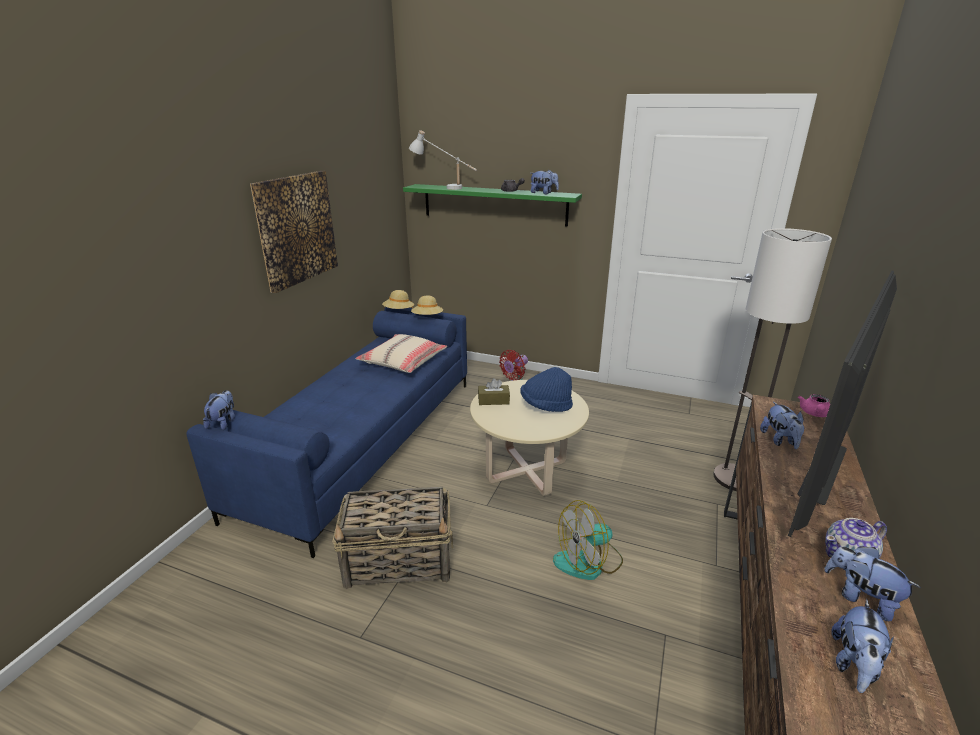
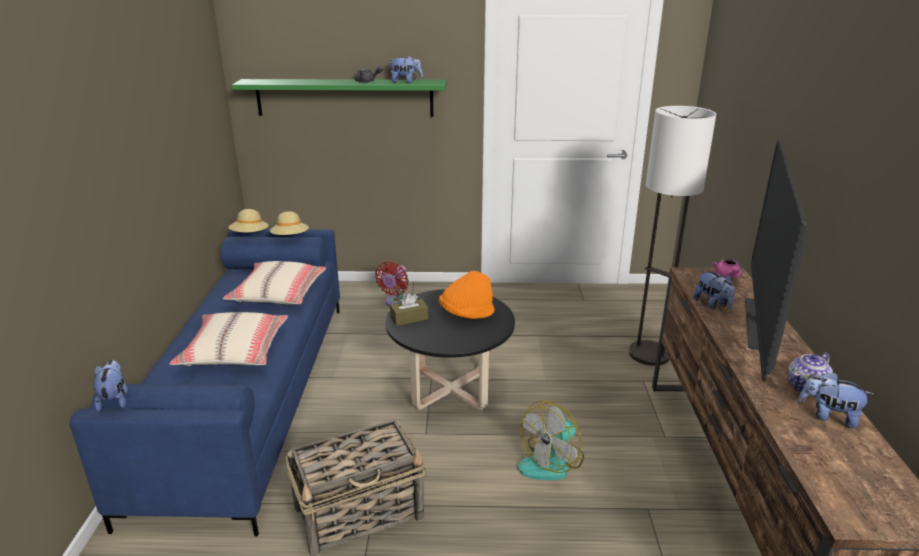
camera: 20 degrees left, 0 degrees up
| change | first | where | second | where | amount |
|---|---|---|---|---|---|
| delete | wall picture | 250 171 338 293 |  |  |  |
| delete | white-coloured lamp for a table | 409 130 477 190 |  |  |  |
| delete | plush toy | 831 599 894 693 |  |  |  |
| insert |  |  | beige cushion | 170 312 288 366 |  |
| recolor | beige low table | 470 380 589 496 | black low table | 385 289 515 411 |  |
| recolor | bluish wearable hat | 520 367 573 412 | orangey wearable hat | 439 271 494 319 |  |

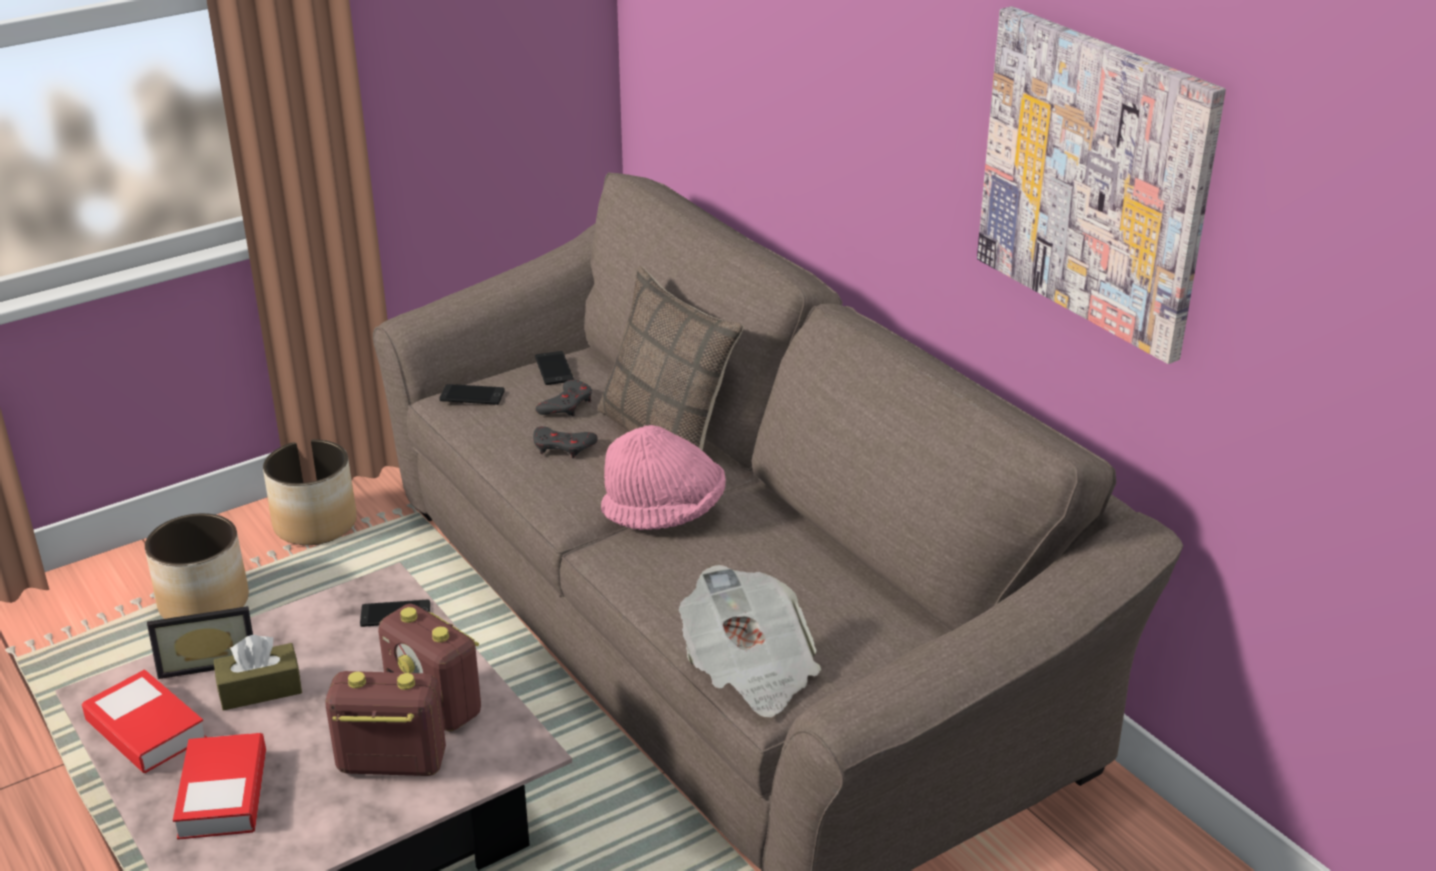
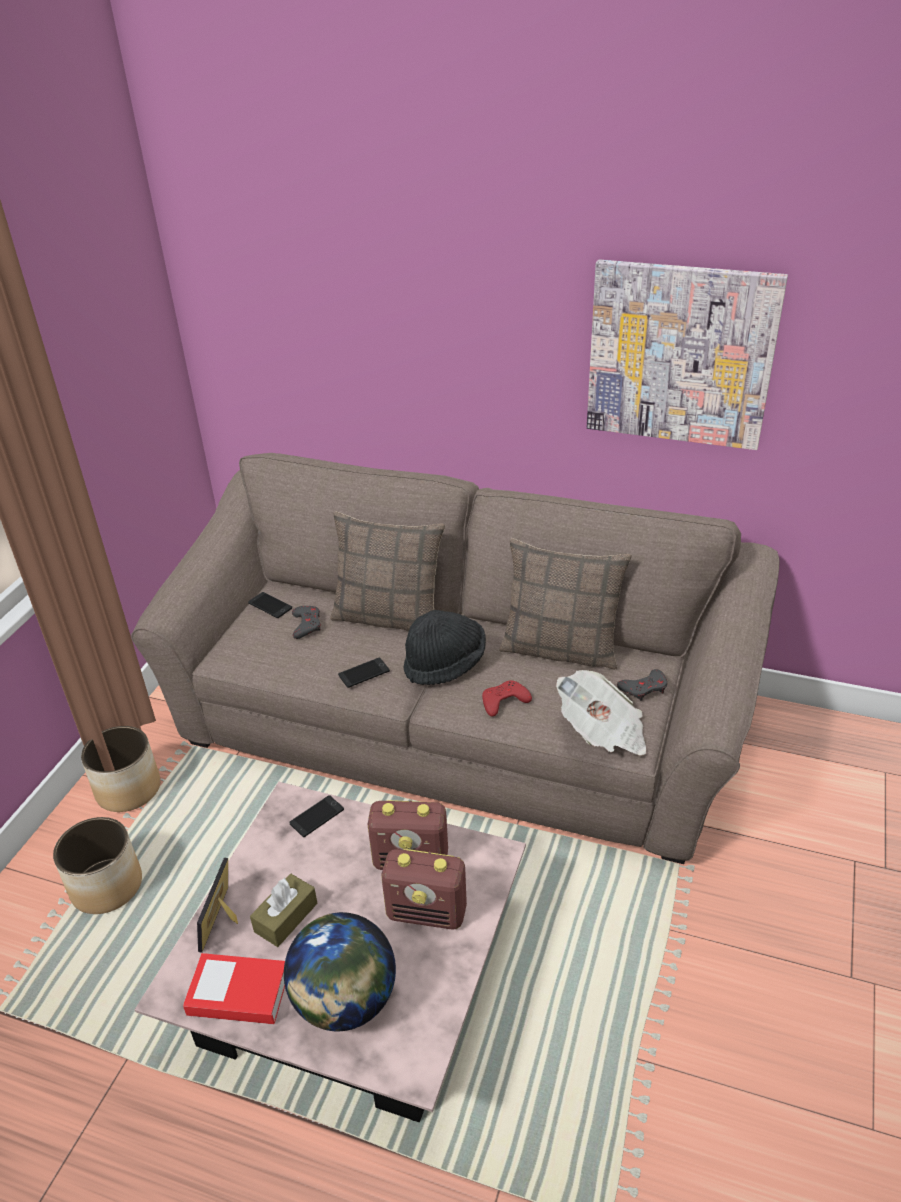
camera: 35 degrees left, 5 degrees up
| change | first | where | second | where | amount |
|---|---|---|---|---|---|
| insert |  |  | red-coloured game controller | 482 680 532 717 |  |
| insert |  |  | cushion | 499 538 632 670 |  |
| move | phone | 439 384 505 405 |  | 338 658 390 688 |  |
| move | grey game controller | 533 426 598 458 |  | 617 669 667 701 |  |
| replace | bound book | 173 733 266 840 | world globe | 284 912 396 1031 |  |
| recolor | pinkish wearable hat | 601 425 726 530 | black wearable hat | 404 610 486 685 |  |
| rotate | picture frame | 147 606 253 679 |  | 197 858 238 953 | 150 degrees clockwise |
| rotate | radio receiver | 325 671 446 776 |  | 381 849 467 930 | 135 degrees counterclockwise |

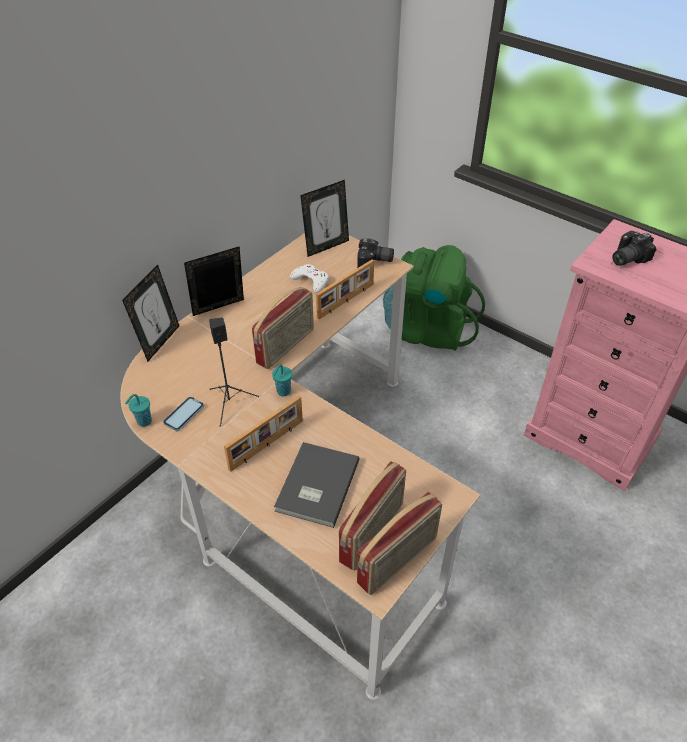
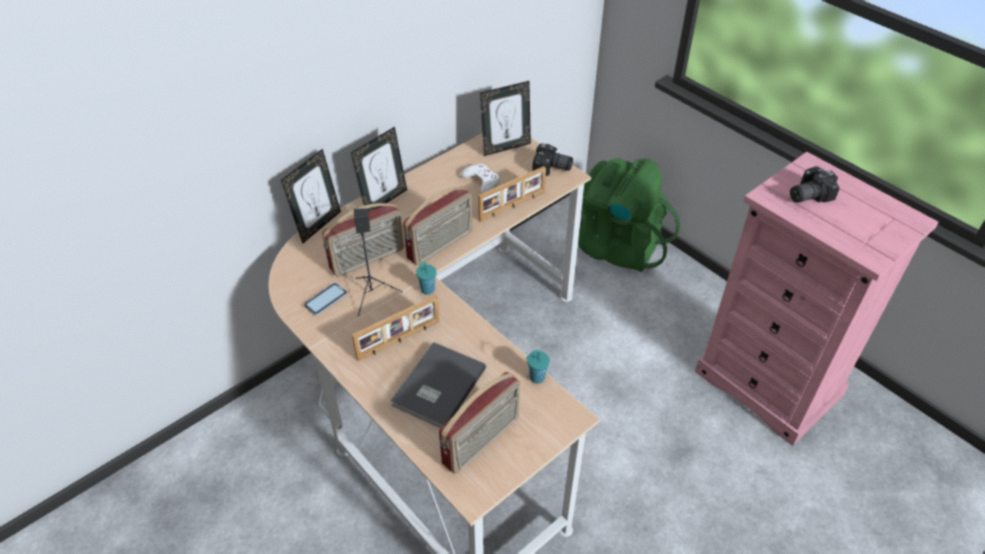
camera: 10 degrees right, 0 degrees up
| change | first | where | second | where | amount |
|---|---|---|---|---|---|
| move | turquoise small cup | 125 394 152 427 |  | 526 350 550 384 |  |
| move | radio receiver | 357 492 442 595 |  | 322 203 404 277 |  |
| rotate | picture frame | 184 246 244 316 |  | 351 127 407 212 | 150 degrees clockwise |

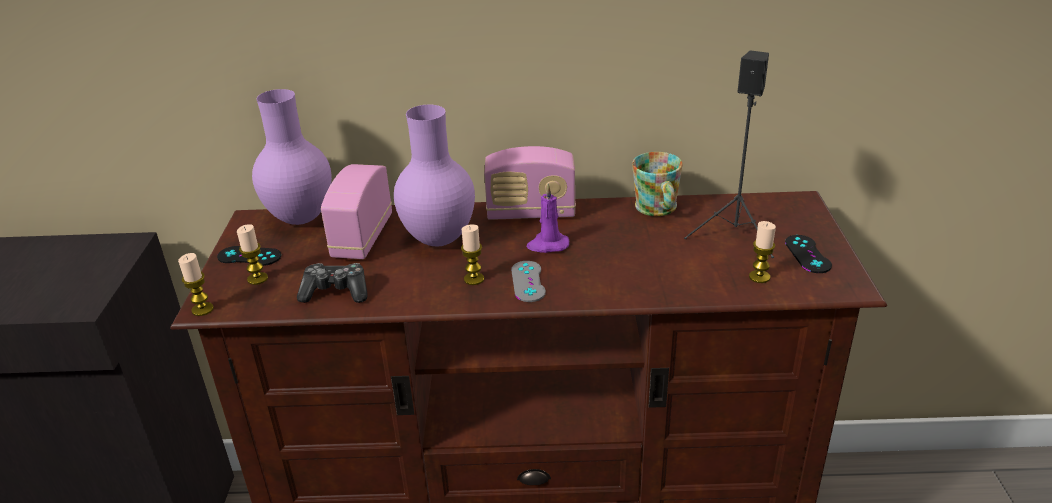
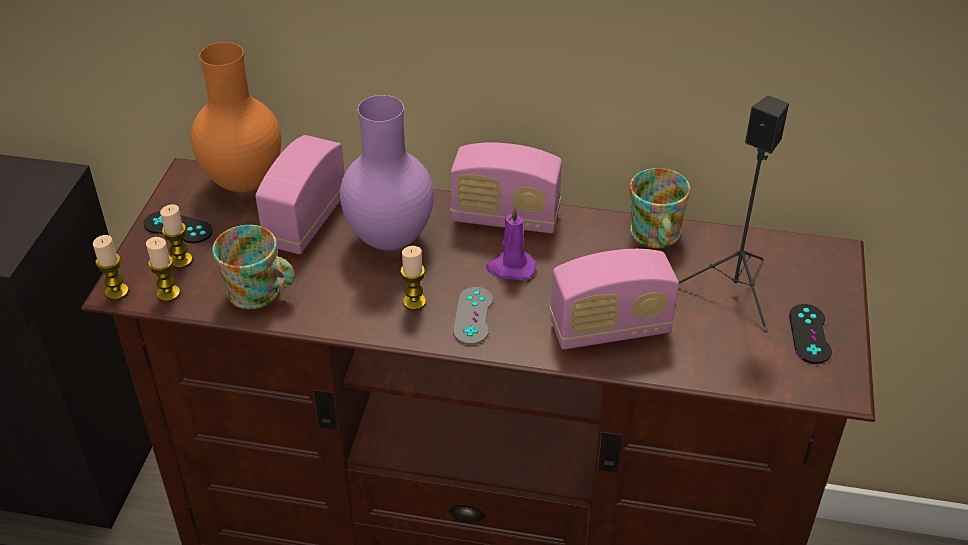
camera: 10 degrees right, 10 degrees up
| change | first | where | second | where | amount |
|---|---|---|---|---|---|
| insert |  |  | radio receiver | 550 249 679 350 |  |
| move | wax candle | 749 221 776 283 |  | 146 237 180 302 |  |
| replace | game controller | 297 263 368 303 | tea mug | 212 225 295 309 |  |
| recolor | purple decorative vase | 252 89 332 225 | orangey decorative vase | 191 42 281 192 |  |

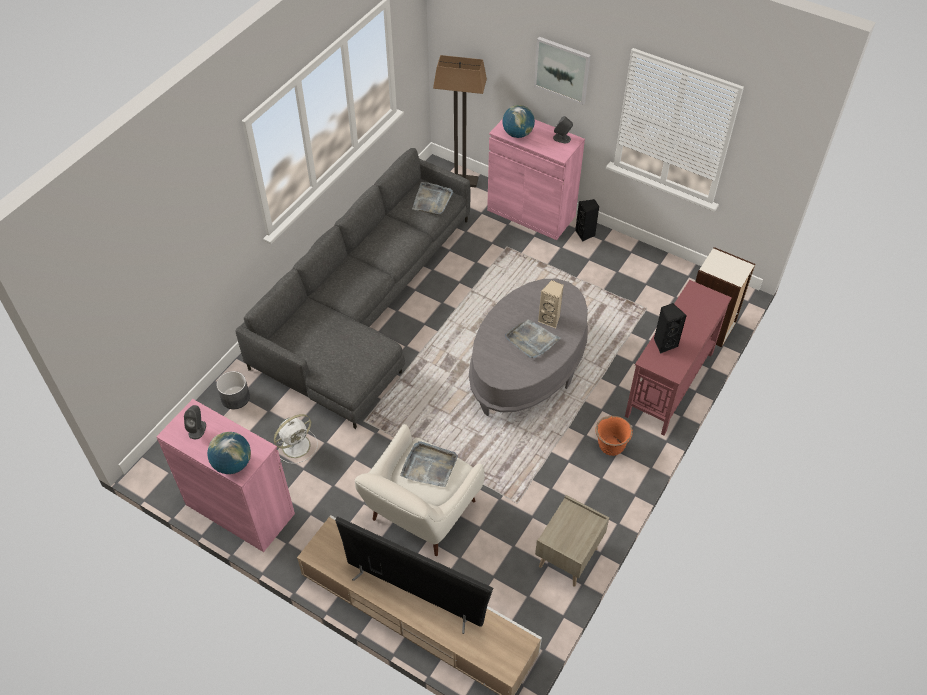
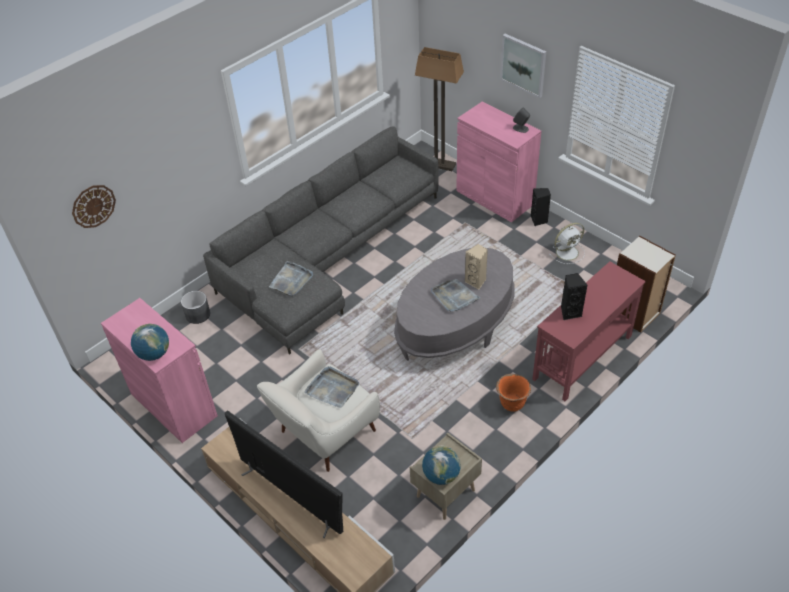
camera: 15 degrees right, 5 degrees down
| change | first | where | second | where | amount |
|---|---|---|---|---|---|
| delete | grey speaker | 184 405 206 439 |  |  |  |
| insert |  |  | clock on the wall | 72 185 116 228 |  |
| move | white-coloured cooling fan | 274 414 318 464 |  | 549 223 585 264 |  |
| move | grey tray | 412 182 453 215 |  | 269 261 313 296 |  |
| move | world globe | 502 105 535 138 |  | 422 445 461 485 |  |

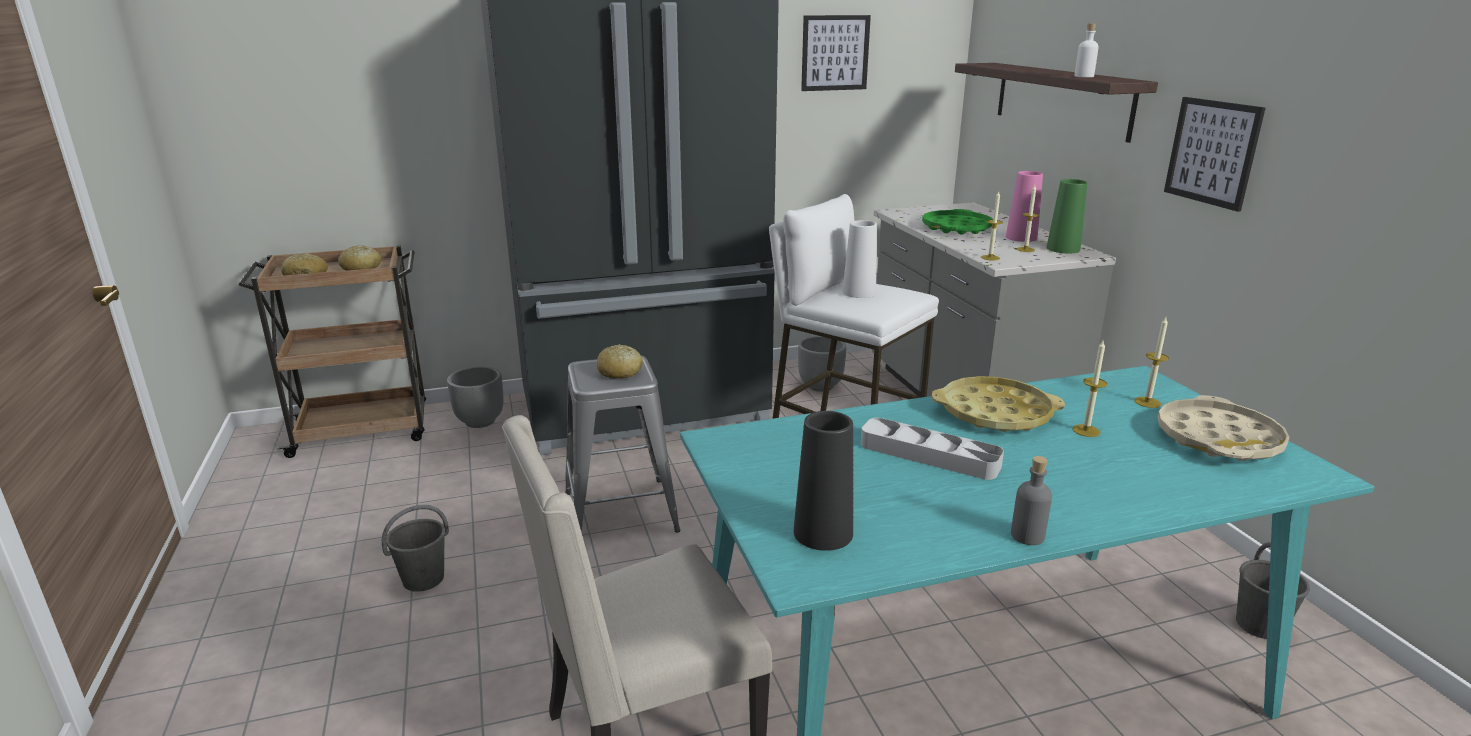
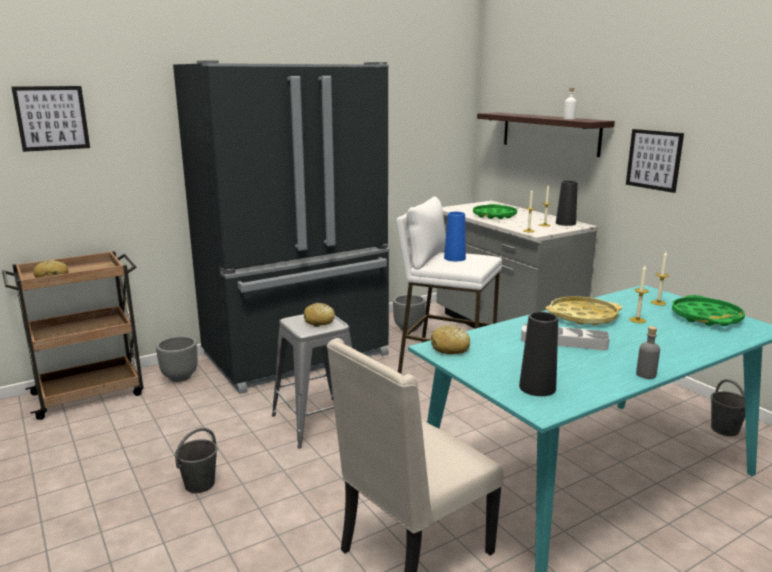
camera: 15 degrees left, 5 degrees down
| change | first | where | second | where | amount |
|---|---|---|---|---|---|
| delete | pinkish decorative vase | 1006 171 1043 242 |  |  |  |
| move | bakery bread | 338 245 382 270 |  | 431 325 470 354 |  |
| move | wall picture | 801 15 871 91 |  | 12 86 90 152 |  |
| recolor | white-coloured decorative vase | 842 220 877 298 | bluish decorative vase | 444 212 466 261 |  |
| recolor | greenish decorative vase | 1047 179 1087 253 | black decorative vase | 556 181 578 226 |  |
| recolor | beige tray | 1158 395 1290 461 | greenish tray | 672 295 745 326 |  |

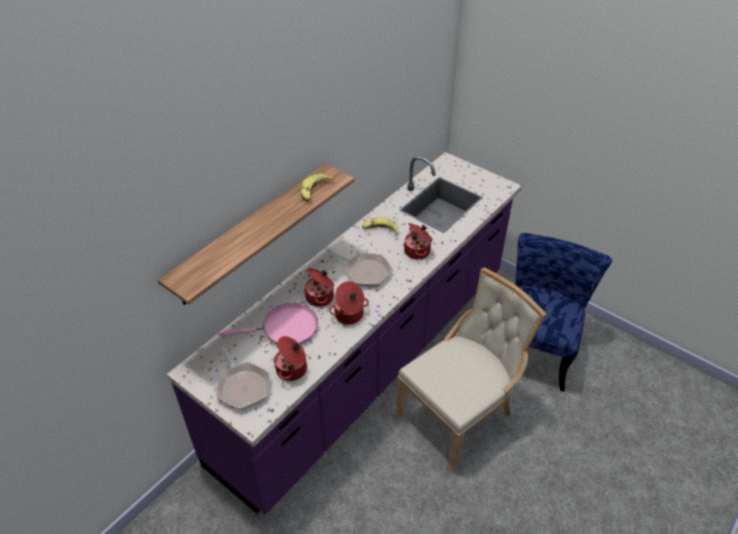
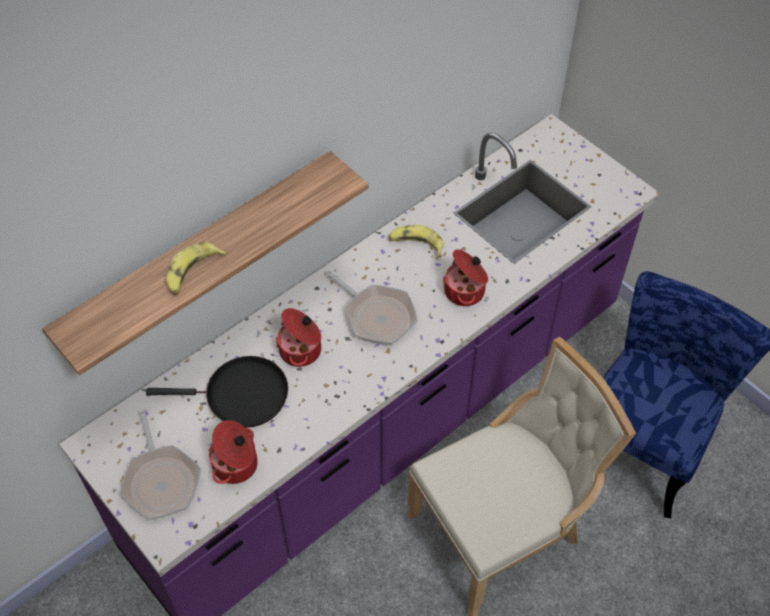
camera: 10 degrees right, 10 degrees up
| change | first | where | second | where | amount |
|---|---|---|---|---|---|
| delete | saucepot | 329 281 369 325 |  |  |  |
| move | banana | 301 174 334 202 |  | 166 242 227 295 |  |
| recolor | pinkish skillet | 222 303 318 345 | black skillet | 146 356 288 428 |  |

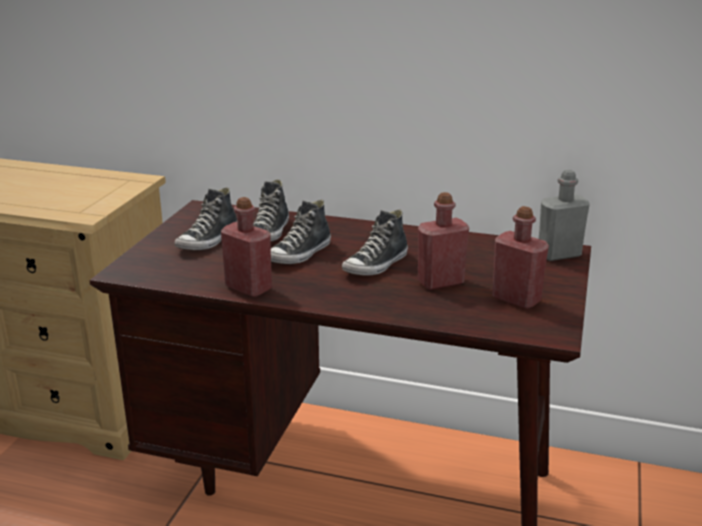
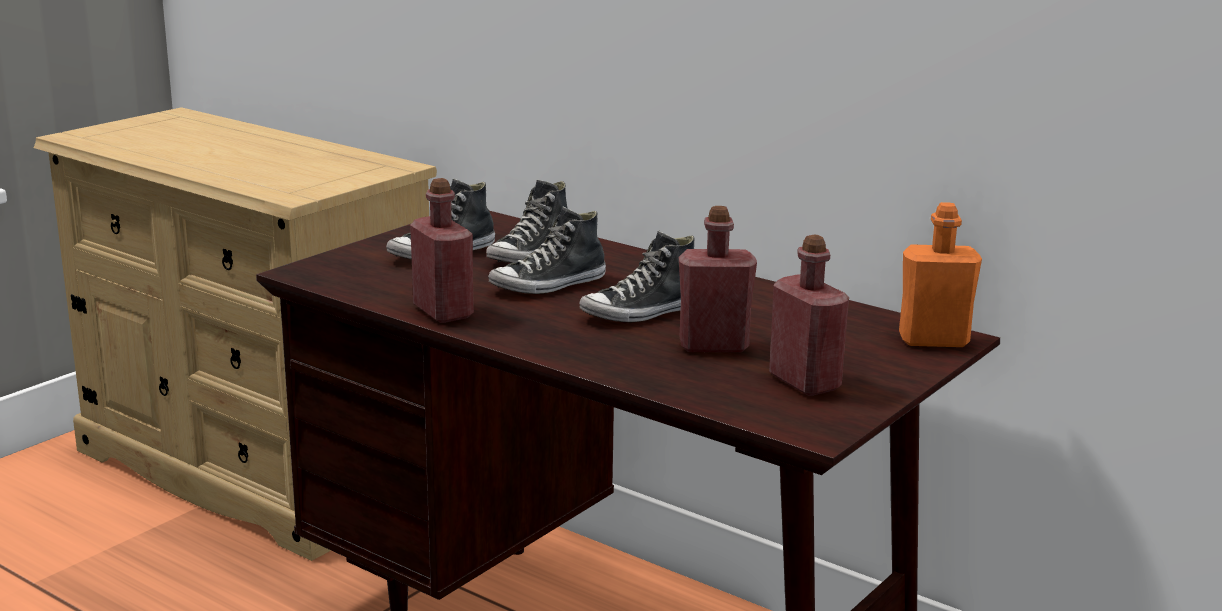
camera: 20 degrees right, 5 degrees down
| change | first | where | second | where | amount |
|---|---|---|---|---|---|
| recolor | grey bottle | 538 170 590 261 | orangey bottle | 899 202 982 347 |  |

